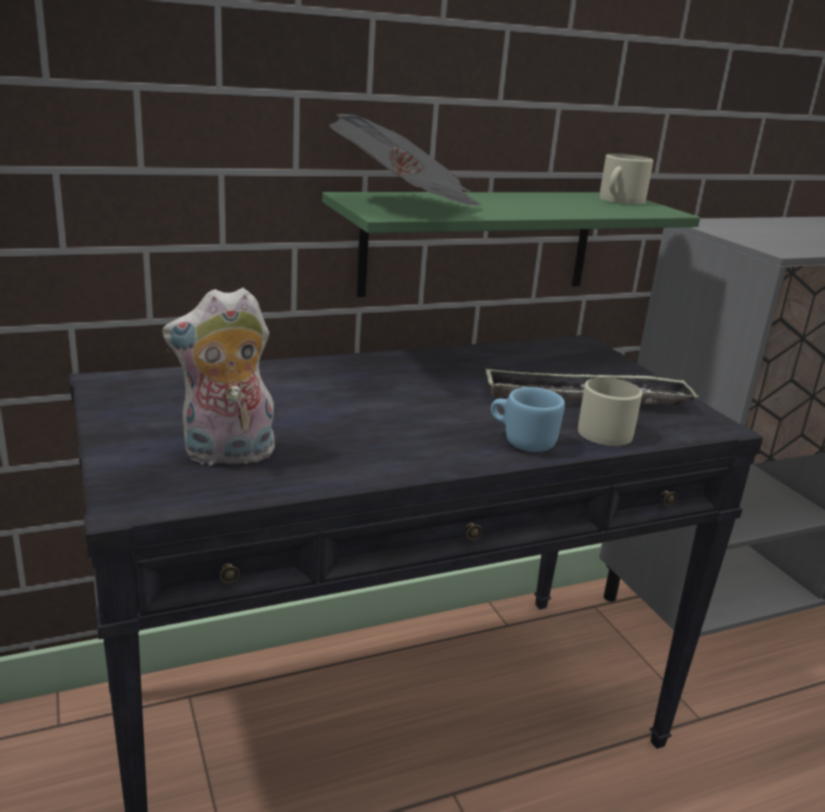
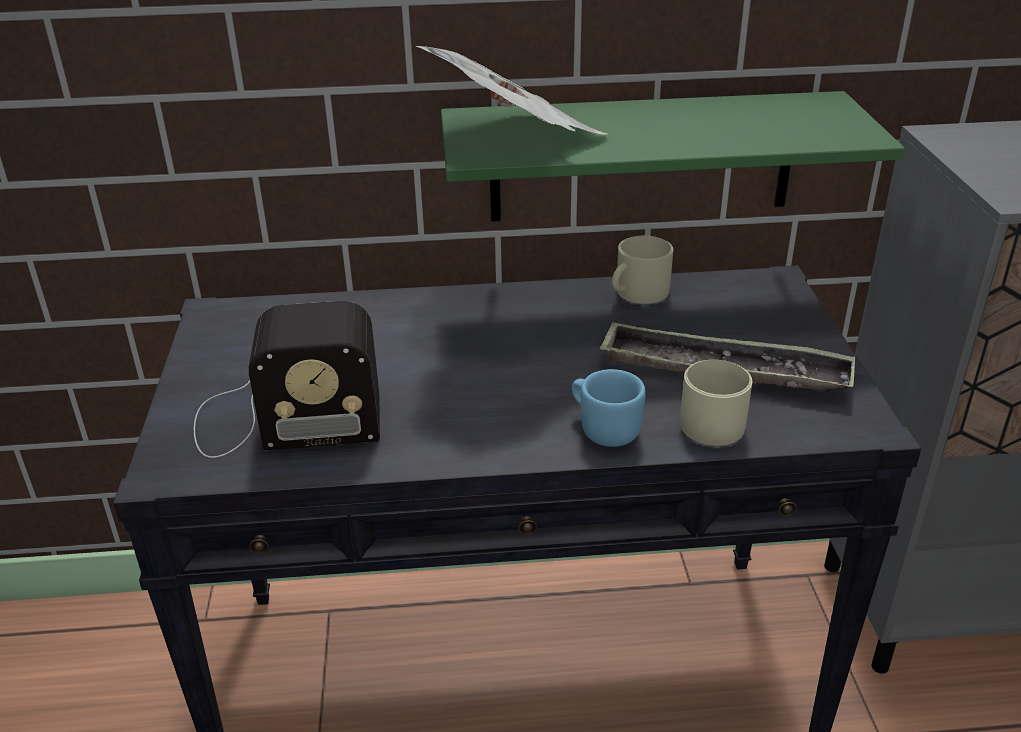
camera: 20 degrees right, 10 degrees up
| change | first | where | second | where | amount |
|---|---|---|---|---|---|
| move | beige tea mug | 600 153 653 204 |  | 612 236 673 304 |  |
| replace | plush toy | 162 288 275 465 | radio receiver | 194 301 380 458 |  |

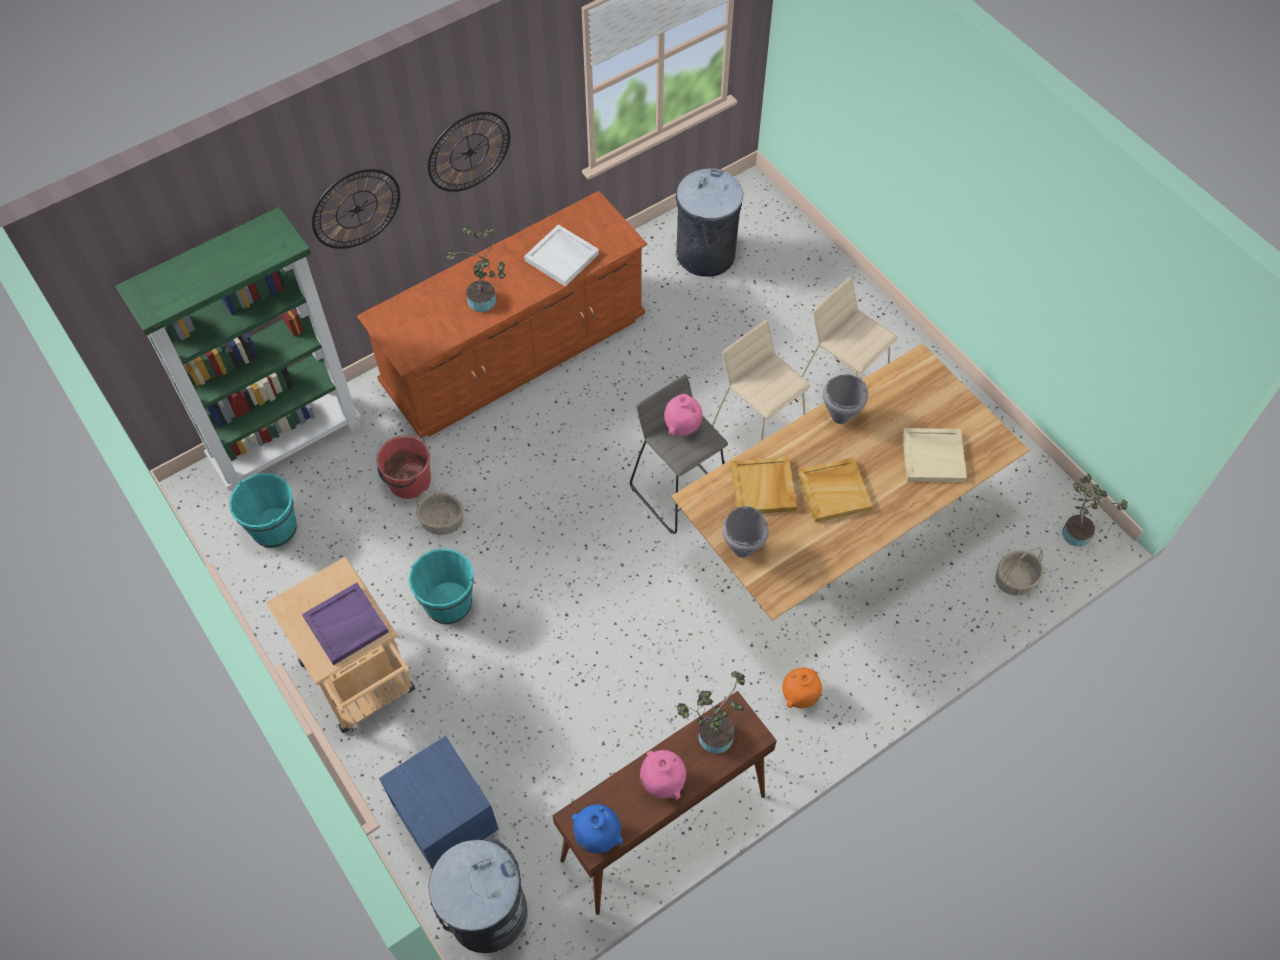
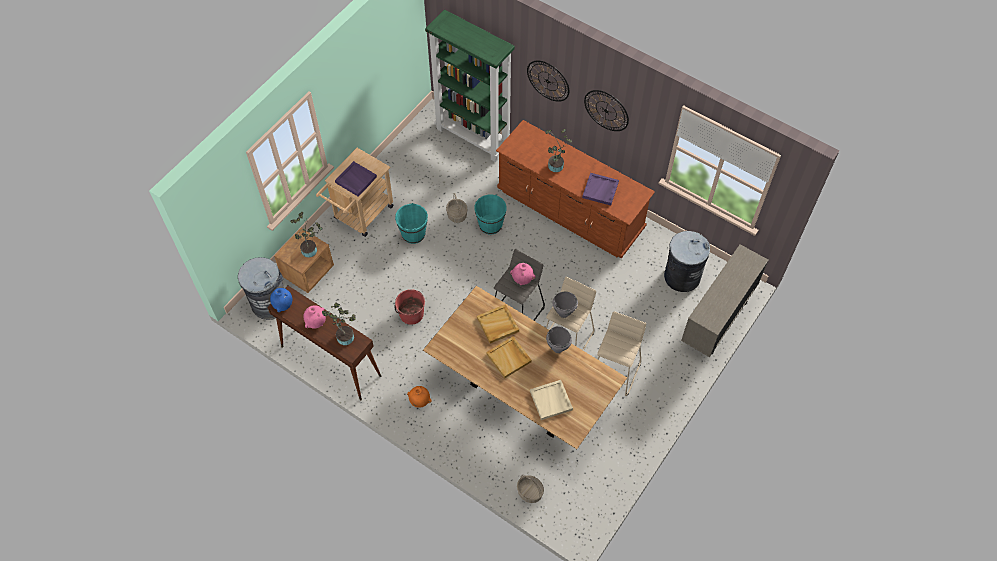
camera: 70 degrees right, 0 degrees up
| change | first | where | second | where | amount |
|---|---|---|---|---|---|
| insert |  |  | beige cabinet | 681 244 768 357 |  |
| move | turquoise pail | 229 473 297 548 |  | 474 194 507 234 |  |
| move | red-coloured pail | 376 435 431 499 |  | 394 289 425 325 |  |
| move | grey saucepot | 722 506 769 558 |  | 552 292 578 318 |  |
| move | houseplant | 1062 474 1128 547 |  | 290 212 323 257 |  |
| recolor | bluish nightstand | 379 736 499 870 | brown-coloured nightstand | 274 228 334 293 |  |
| recolor | white-coloured tray | 524 224 599 287 | purple tray | 582 173 619 205 |  |

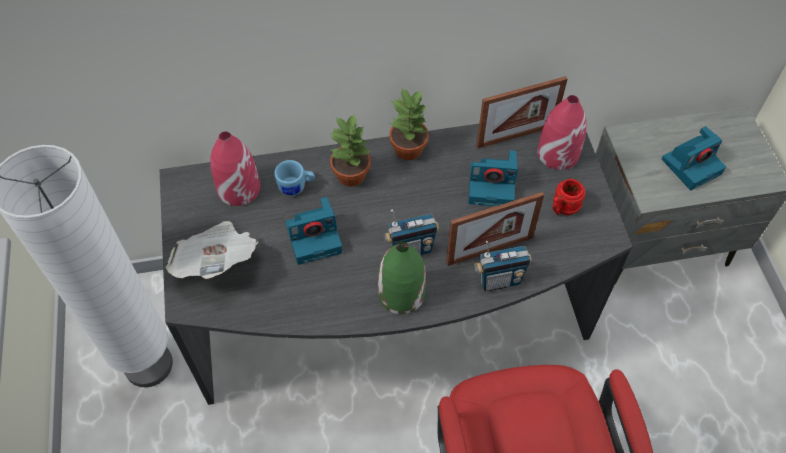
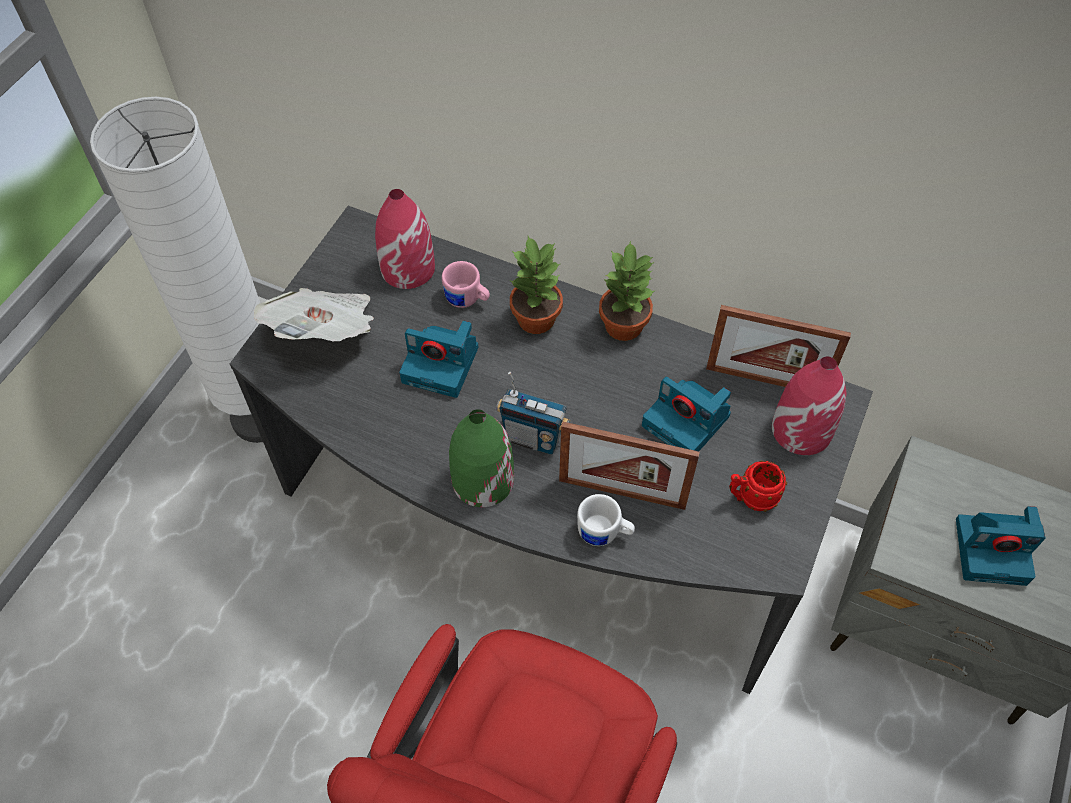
camera: 35 degrees right, 0 degrees up
| change | first | where | second | where | amount |
|---|---|---|---|---|---|
| replace | radio receiver | 474 241 532 291 | white-coloured tea mug | 577 494 635 546 |  |
| recolor | bluish tea mug | 274 160 315 196 | pinkish tea mug | 442 261 490 308 |  |

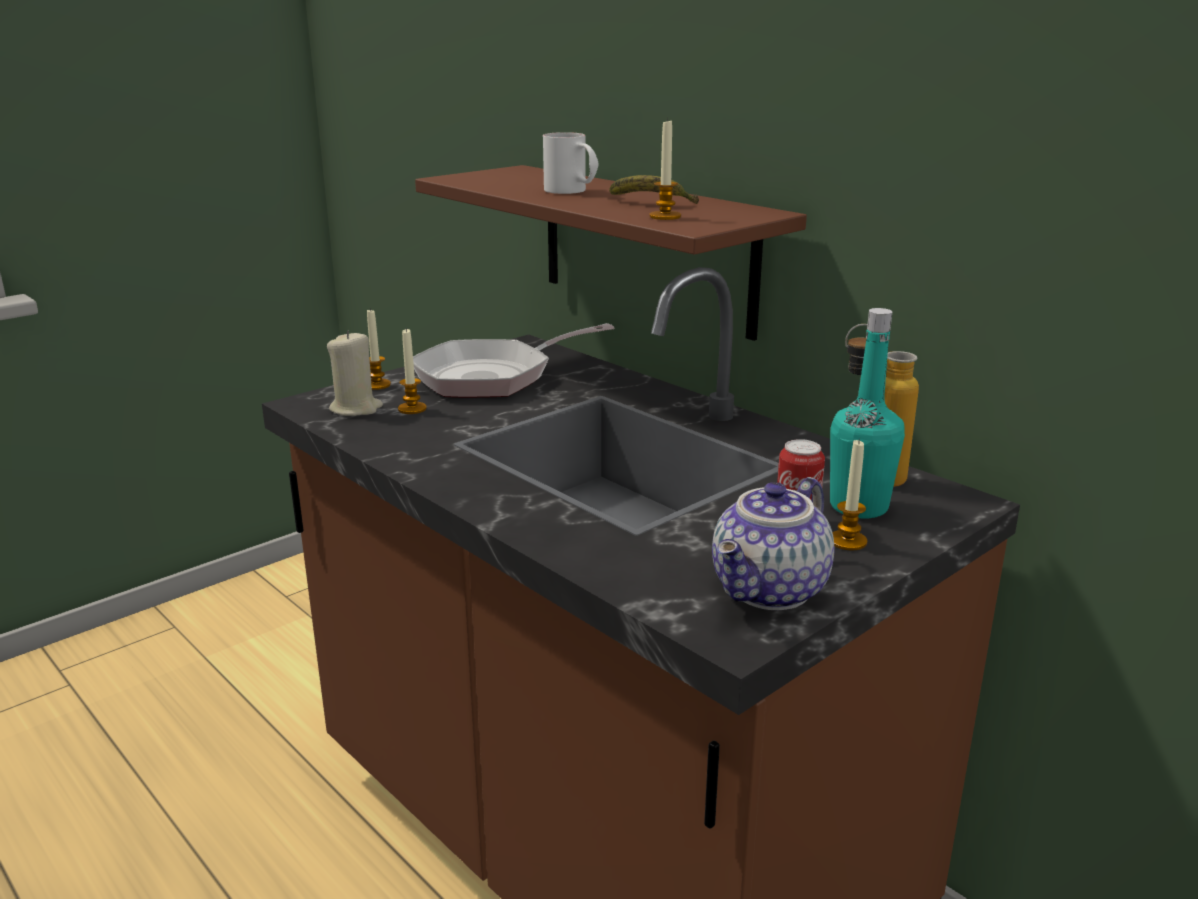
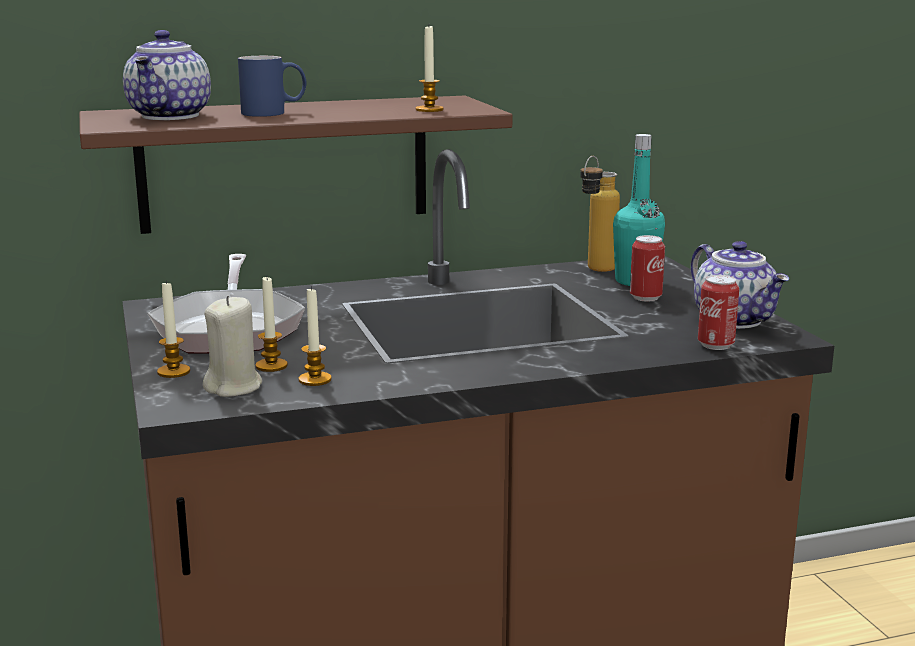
camera: 65 degrees left, 5 degrees down
| change | first | where | second | where | amount |
|---|---|---|---|---|---|
| delete | banana | 609 175 699 204 |  |  |  |
| insert |  |  | teapot | 123 30 211 120 |  |
| insert |  |  | can | 698 275 739 350 |  |
| move | wax candle | 833 439 867 550 |  | 299 286 332 386 |  |
| recolor | white-coloured tea mug | 543 132 599 194 | bluish tea mug | 238 56 307 117 |  |

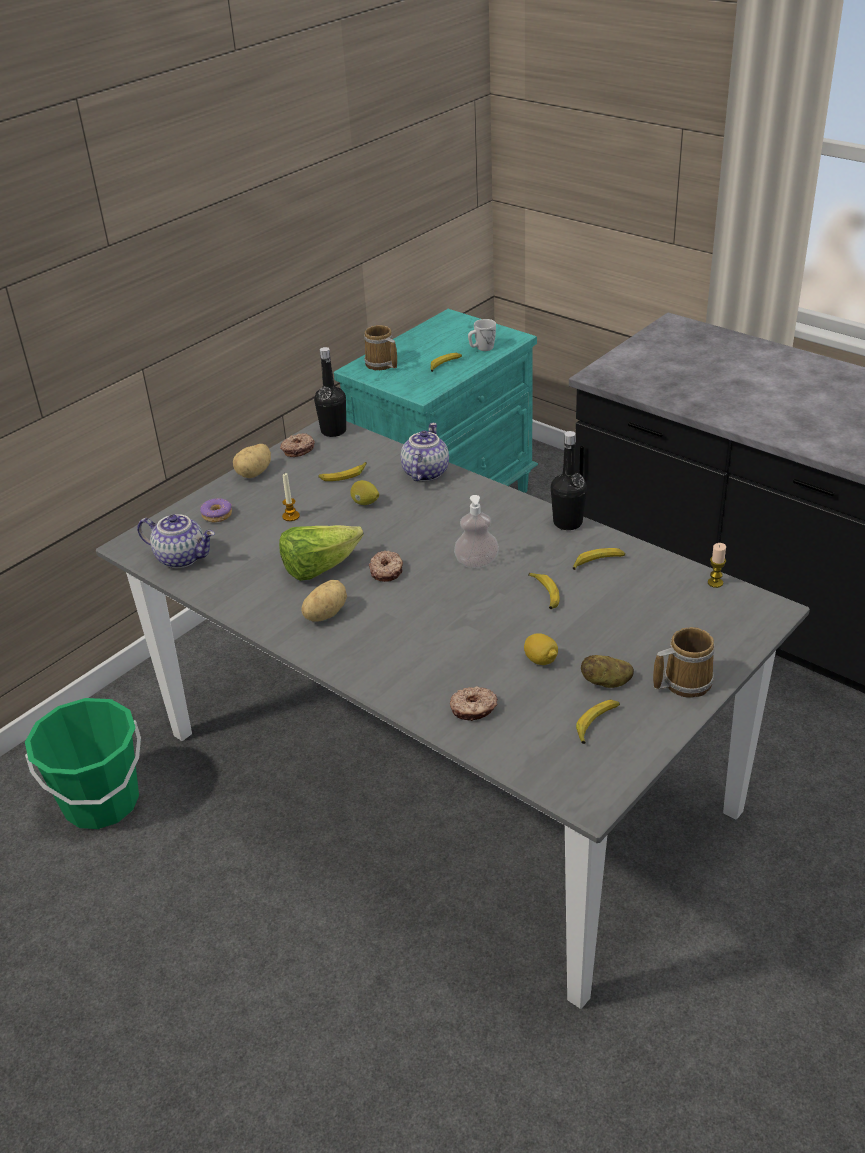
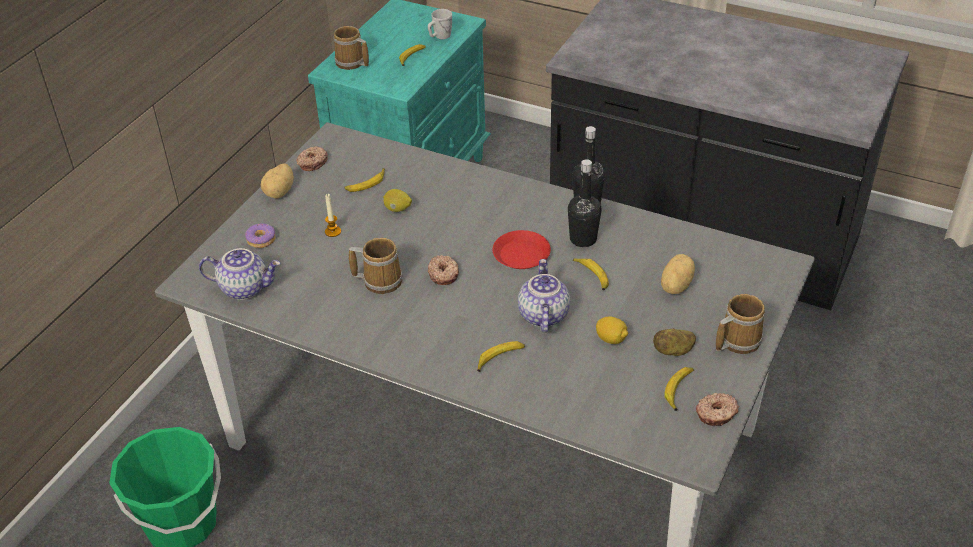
camera: 15 degrees left, 5 degrees up
| change | first | where | second | where | amount |
|---|---|---|---|---|---|
| delete | wax candle | 708 543 726 588 |  |  |  |
| move | potato | 301 580 347 622 |  | 661 254 695 294 |  |
| move | black bottle | 314 347 346 437 |  | 568 159 602 247 |  |
| move | teapot | 401 423 449 481 |  | 518 259 570 333 |  |
| move | donut | 450 686 498 721 |  | 696 393 739 426 |  |
| move | banana | 572 548 625 570 |  | 477 341 525 372 |  |
| replace | lettuce head | 279 525 364 581 | tea mug | 349 238 402 294 |  |
| replace | soap dispenser | 454 495 499 568 | red-coloured flat dish | 493 230 551 269 |  |

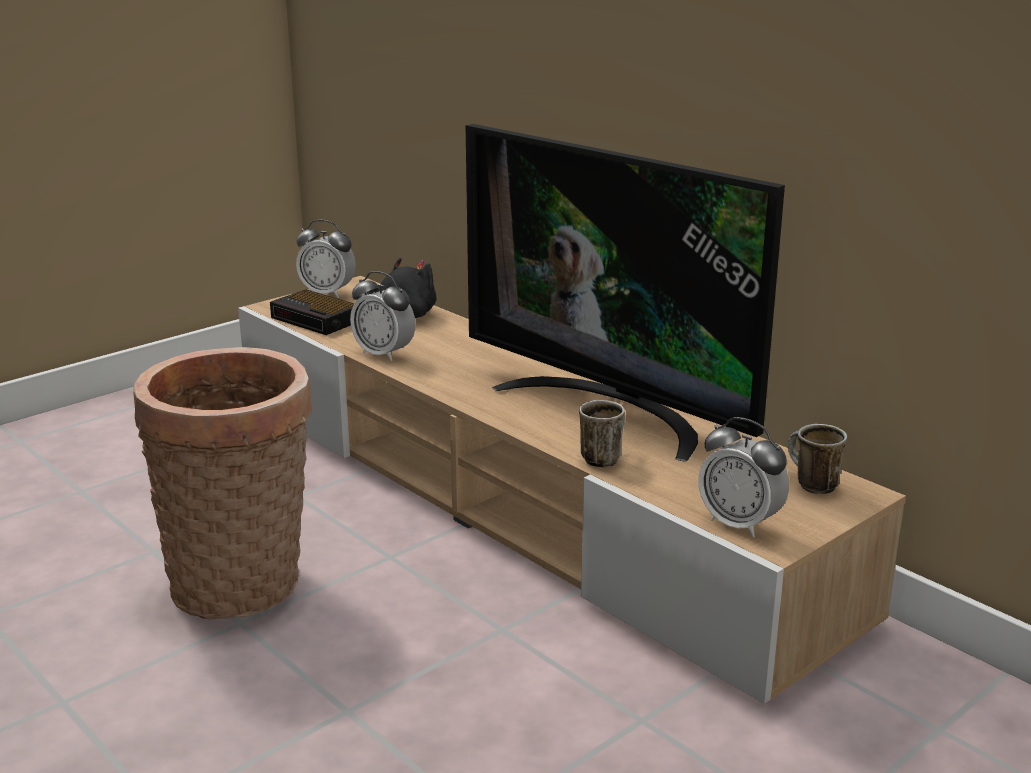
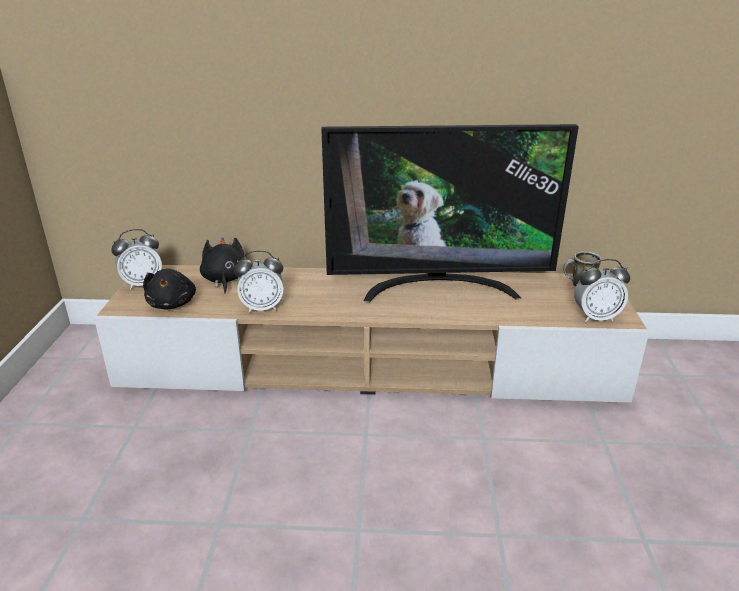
camera: 45 degrees left, 5 degrees up
| change | first | where | second | where | amount |
|---|---|---|---|---|---|
| delete | basket | 133 347 312 619 |  |  |  |
| delete | tea mug | 579 400 625 467 |  |  |  |
| replace | table clock | 270 289 354 335 | black plush toy | 143 269 196 310 |  |

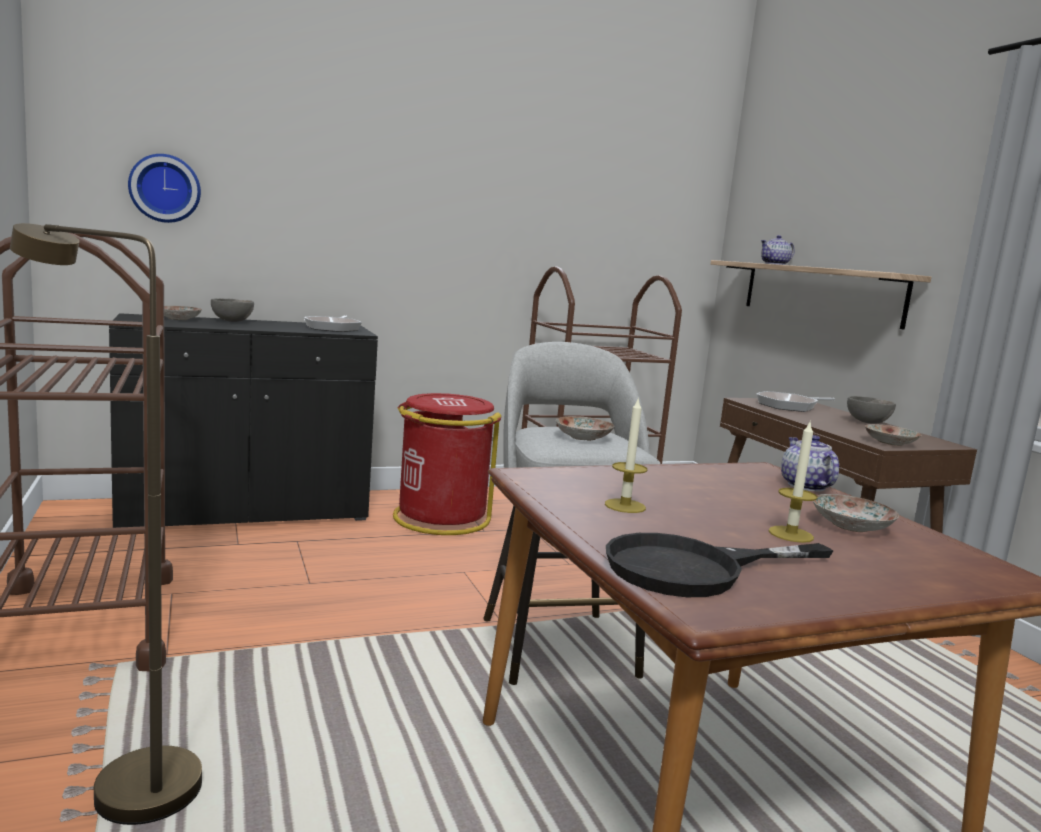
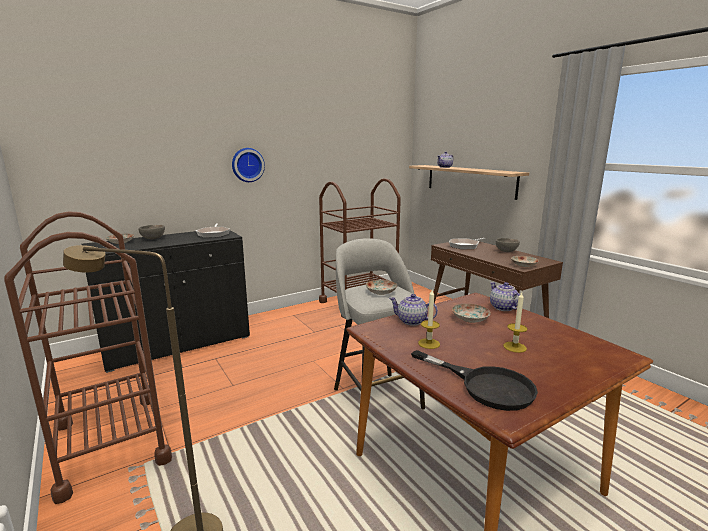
camera: 10 degrees left, 5 degrees up
| change | first | where | second | where | amount |
|---|---|---|---|---|---|
| delete | red-coloured rubbish bin | 393 393 502 535 |  |  |  |
| insert |  |  | teapot | 389 294 438 326 |  |
| move | clock on the wall | 128 154 201 223 |  | 232 148 265 182 |  |
| move | flat dish | 813 494 899 532 |  | 452 304 491 323 |  |
| rotate | black skillet | 606 533 833 597 |  | 411 350 538 411 | 105 degrees counterclockwise |

